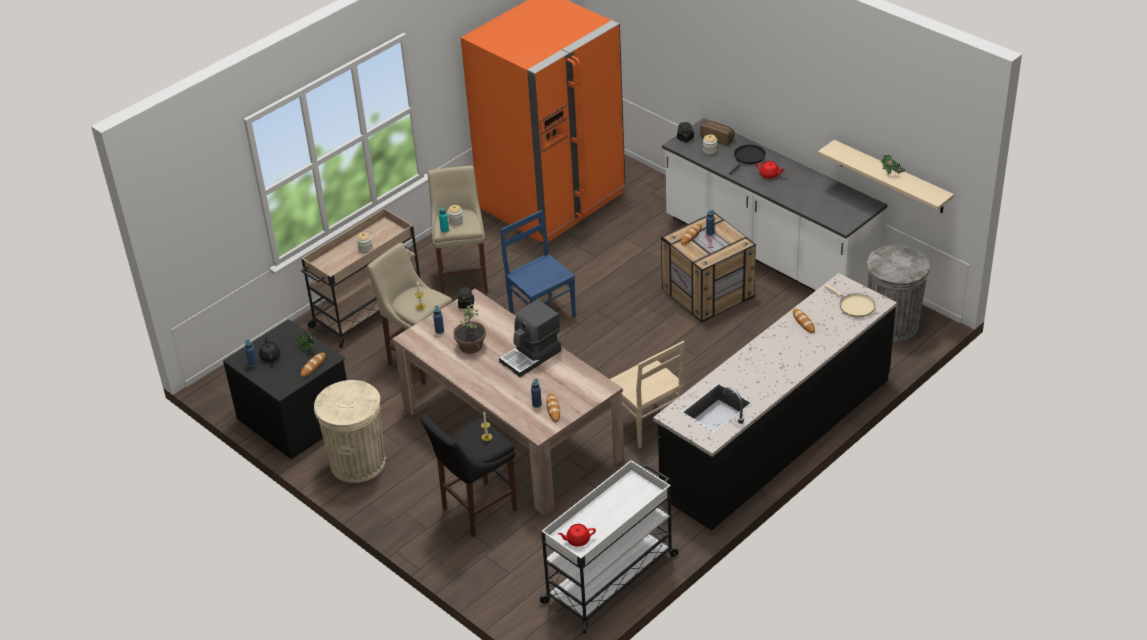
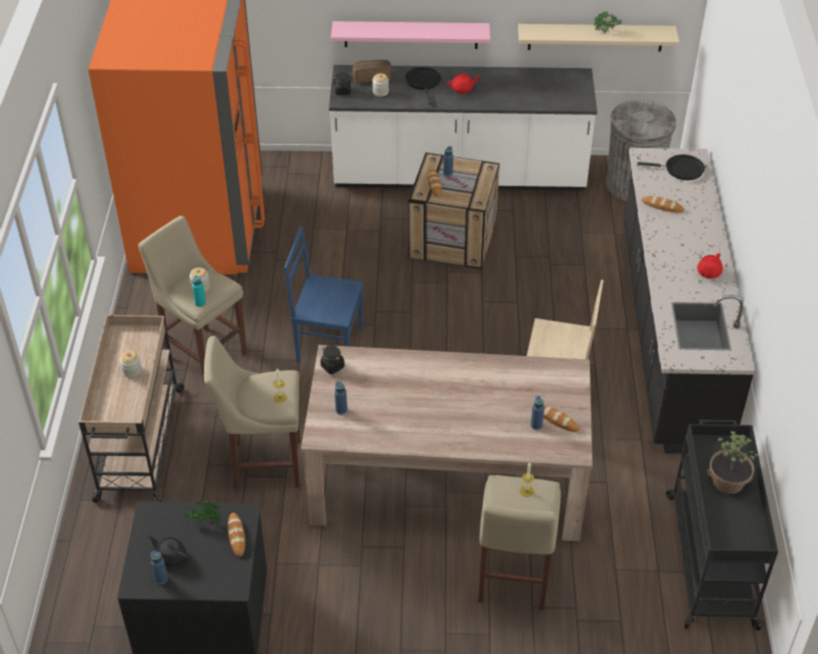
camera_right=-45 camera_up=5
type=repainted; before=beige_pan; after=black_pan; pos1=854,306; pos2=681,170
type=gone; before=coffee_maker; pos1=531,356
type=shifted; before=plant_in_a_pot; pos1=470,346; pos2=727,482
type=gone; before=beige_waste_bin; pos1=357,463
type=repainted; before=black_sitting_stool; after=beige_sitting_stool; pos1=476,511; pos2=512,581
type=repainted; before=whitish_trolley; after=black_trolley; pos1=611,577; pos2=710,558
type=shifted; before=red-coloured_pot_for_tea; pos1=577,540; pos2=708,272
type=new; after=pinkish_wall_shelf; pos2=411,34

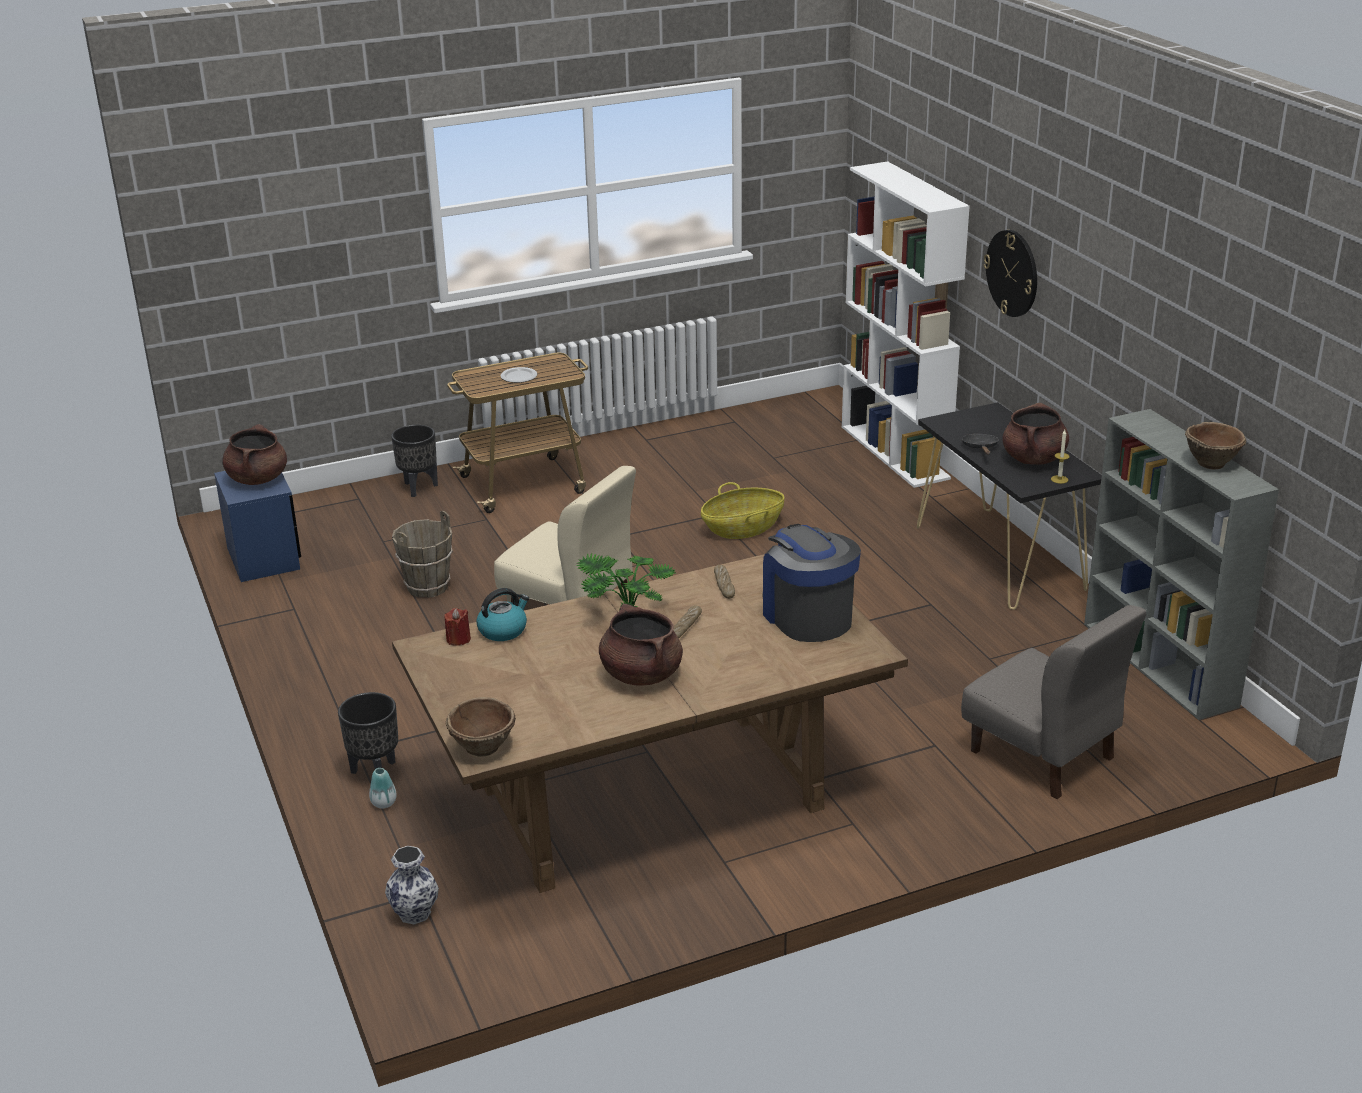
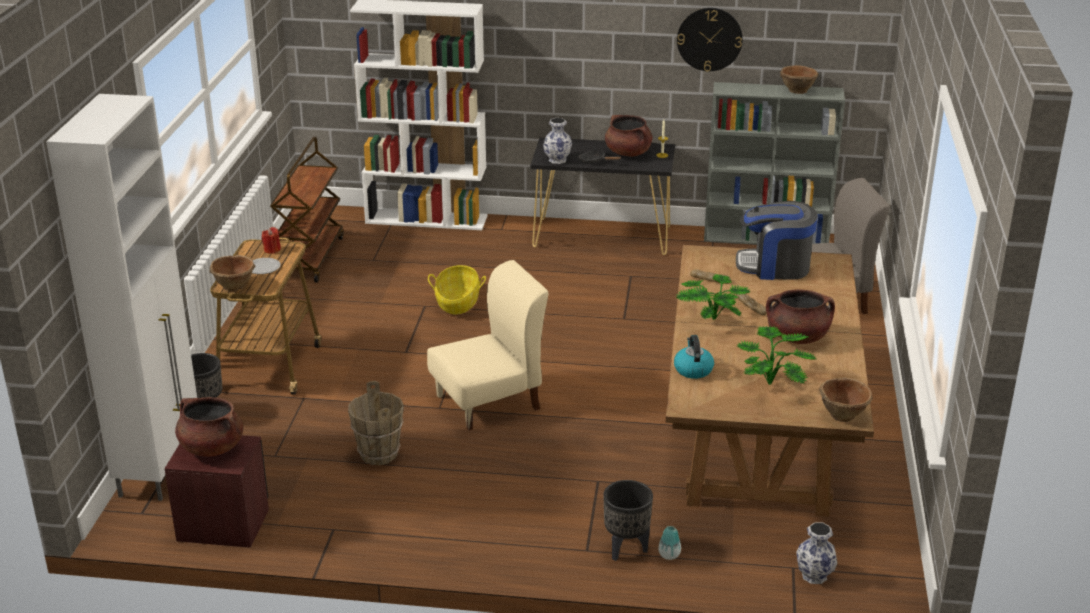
camera_right=-60 camera_up=0
type=shifted; before=wall_clock; pos1=1012,273; pos2=709,39
type=repainted; before=blue_bedside_table; after=brown-coloured_bedside_table; pos1=264,558; pos2=223,525
type=shifted; before=red-coloured_wax_candle; pos1=458,639; pos2=272,250
type=new; after=whitish_storage_cabinet; pos2=161,466
type=new; after=flower_vase; pos2=557,160
type=new; after=brown-coloured_trolley; pos2=310,258
type=new; after=brown-coloured_bowl; pos2=234,286
type=new; after=plant_in_a_pot; pos2=774,383

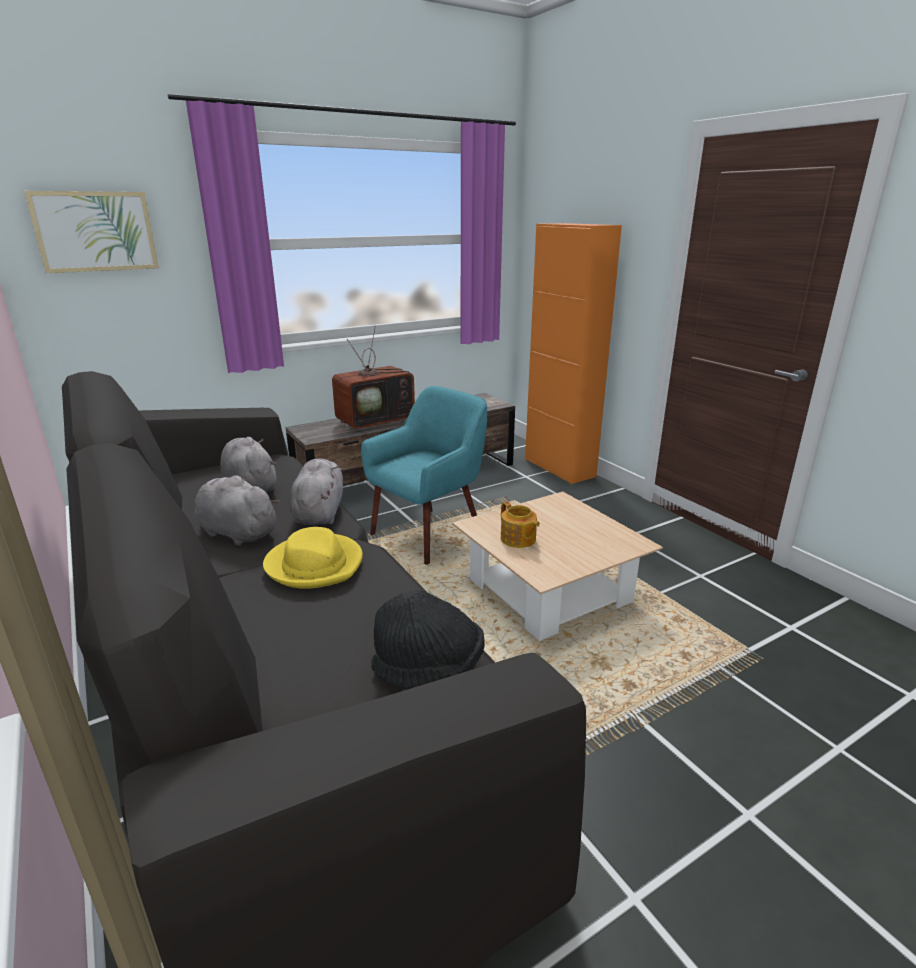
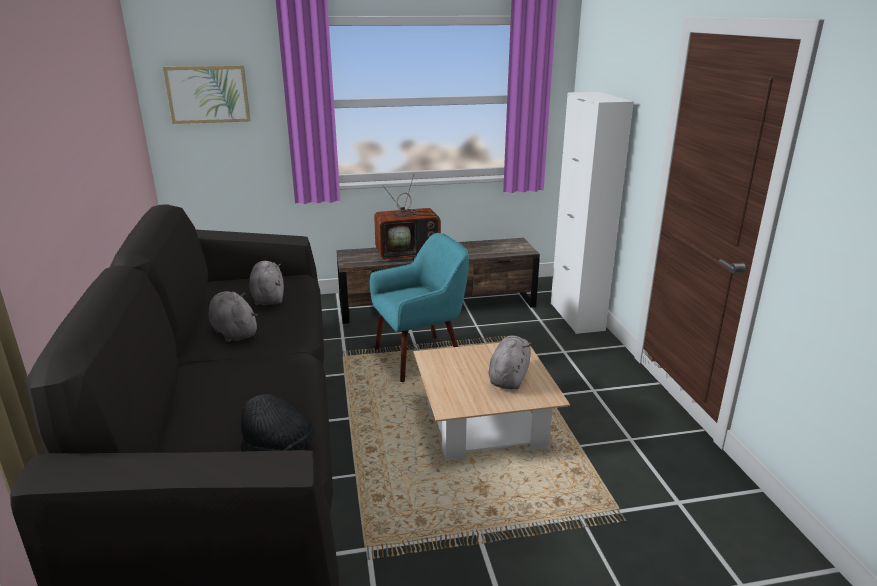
camera_right=20 camera_up=0
type=repainted; before=orange-coloured_storage_cabinet; after=whitish_storage_cabinet; pos1=559,468; pos2=576,316
type=shifted; before=gray_plush_toy; pos1=319,512; pos2=509,377
type=gone; before=pot_for_tea; pos1=518,539
type=gone; before=yellow-coloured_wearable_hat; pos1=315,564

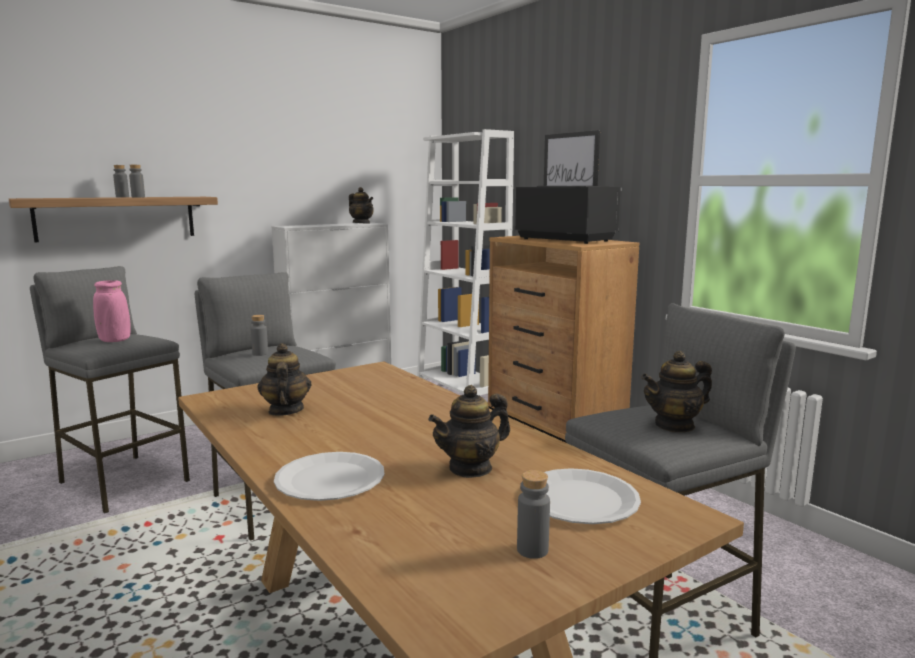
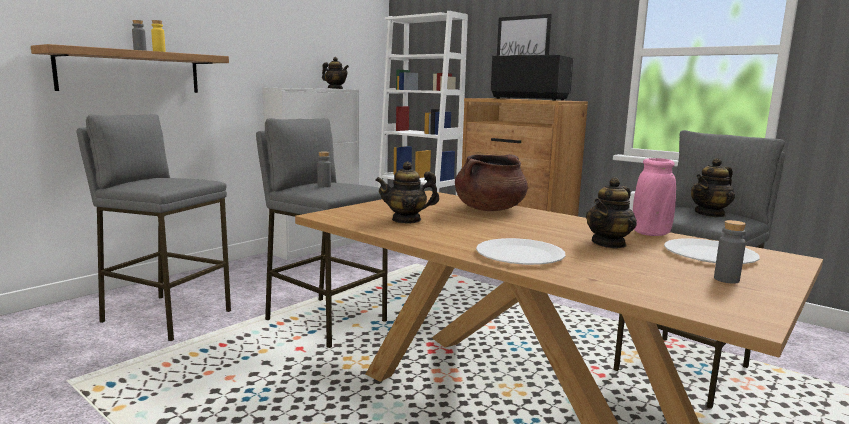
camera_right=-15 camera_up=0
type=repainted; before=gray_bottle; after=yellow-coloured_bottle; pos1=138,197; pos2=159,51
type=shifted; before=pinkish_flower_vase; pos1=114,340; pos2=651,234
type=rotated; before=pot_for_tea; pos1=285,410; pos2=406,220; turn=-75
type=new; after=brown-coloured_stockpot; pos2=489,209

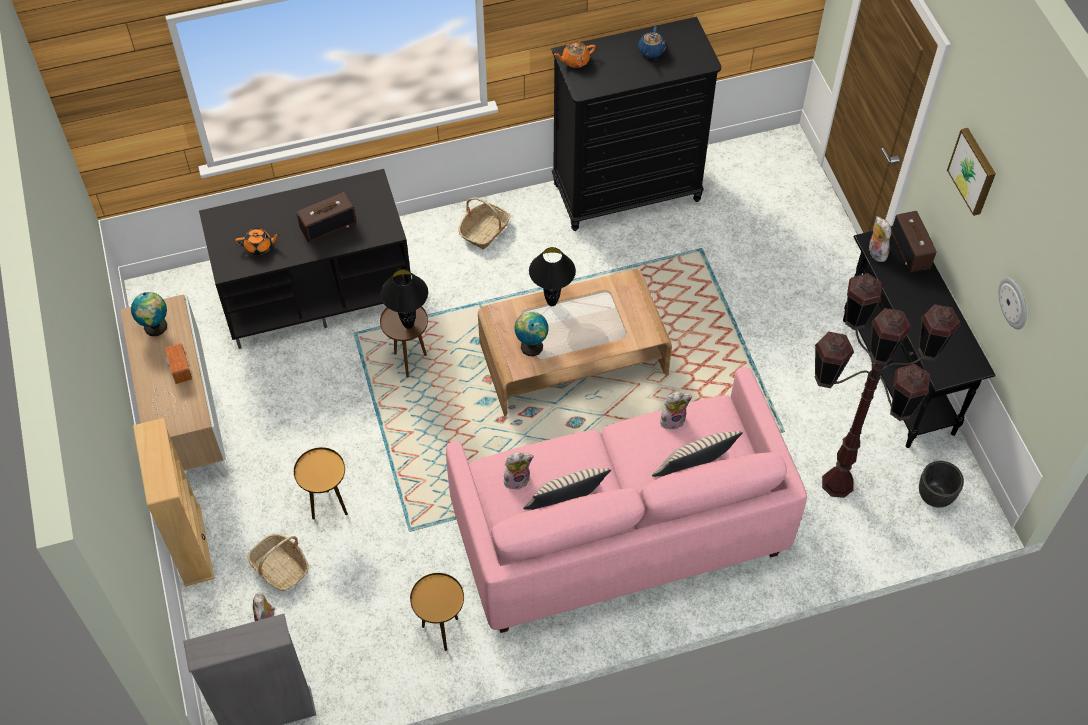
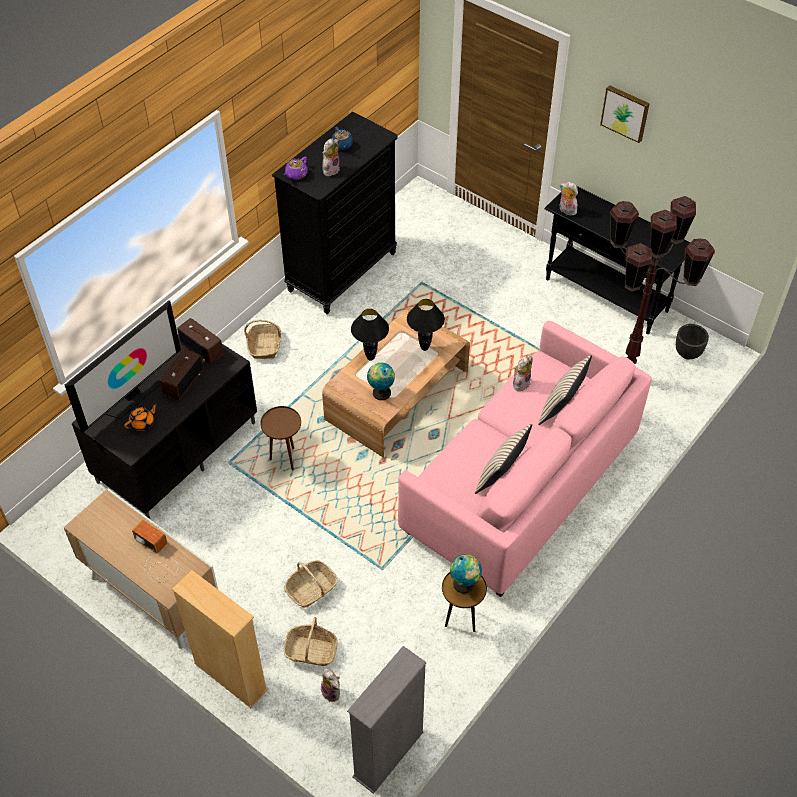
camera_right=-35 camera_up=-5
type=repainted; before=orange-coloured_pot_for_tea; after=purple_pot_for_tea; pos1=575,61; pos2=296,174
type=shifted; before=radio; pos1=911,250; pos2=202,348
type=shifted; before=black_table_lamp; pos1=409,325; pos2=425,348
type=gone; before=wall_clock; pos1=1014,302
type=shifted; before=globe; pos1=156,328; pos2=465,584
type=swapped; before=brown-coloured_accent_table; after=basket; pos1=329,507; pos2=311,589
type=shifted; before=plush_toy; pos1=517,479; pos2=330,169
type=new; after=television; pos2=132,395

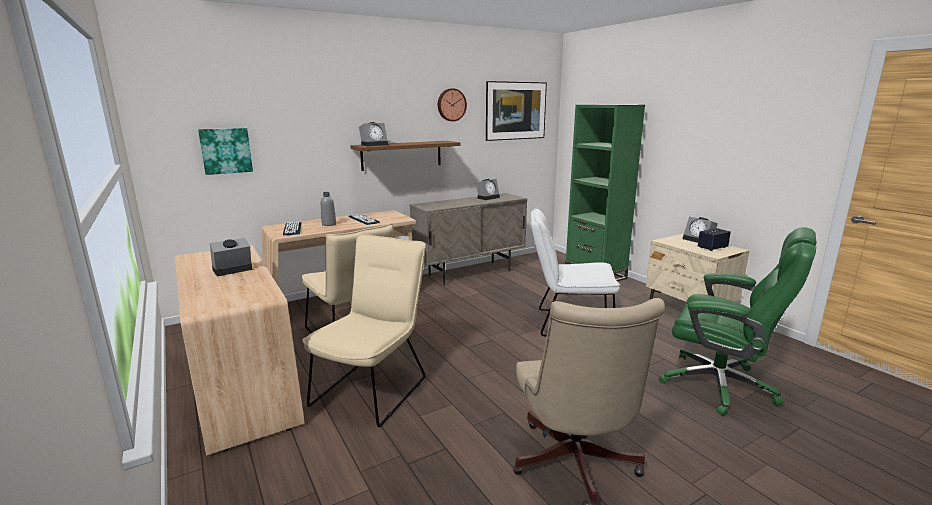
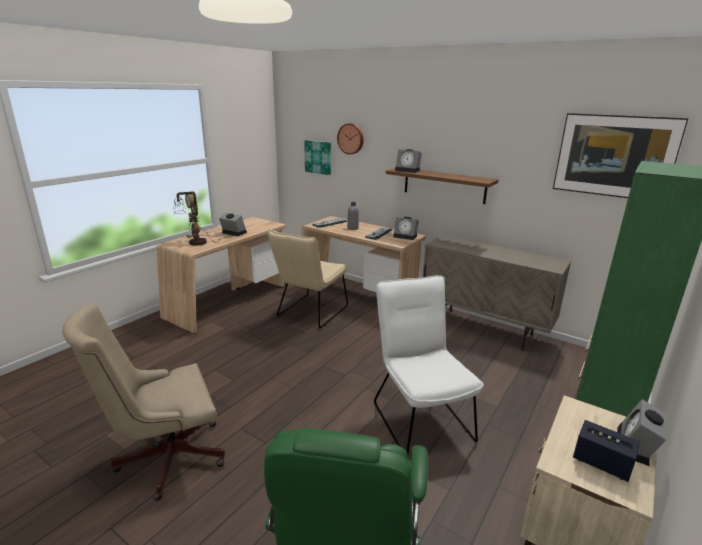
camera_right=65 camera_up=5
type=shifted; before=wall_clock; pos1=451,105; pos2=351,138
type=shifted; before=table_clock; pos1=488,197; pos2=406,236
type=gone; before=beige_chair; pos1=374,387
type=new; after=table_lamp; pos2=197,243

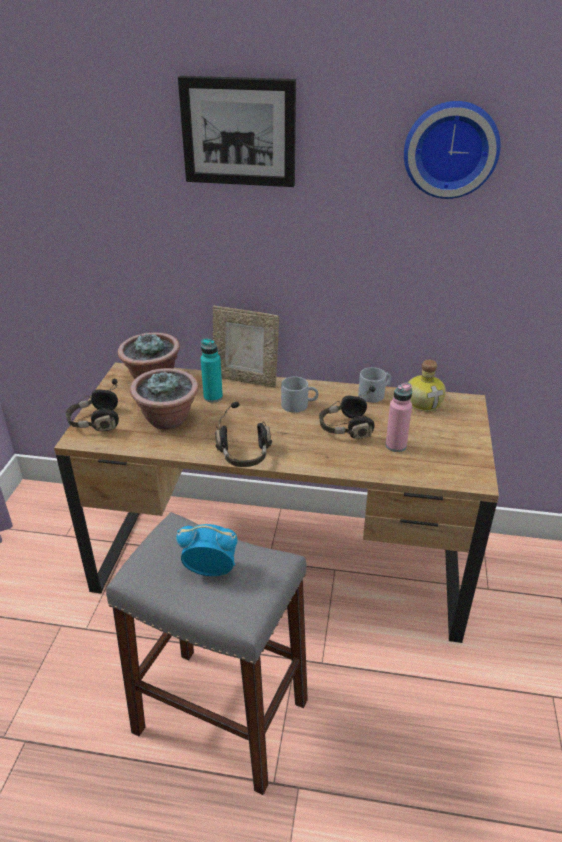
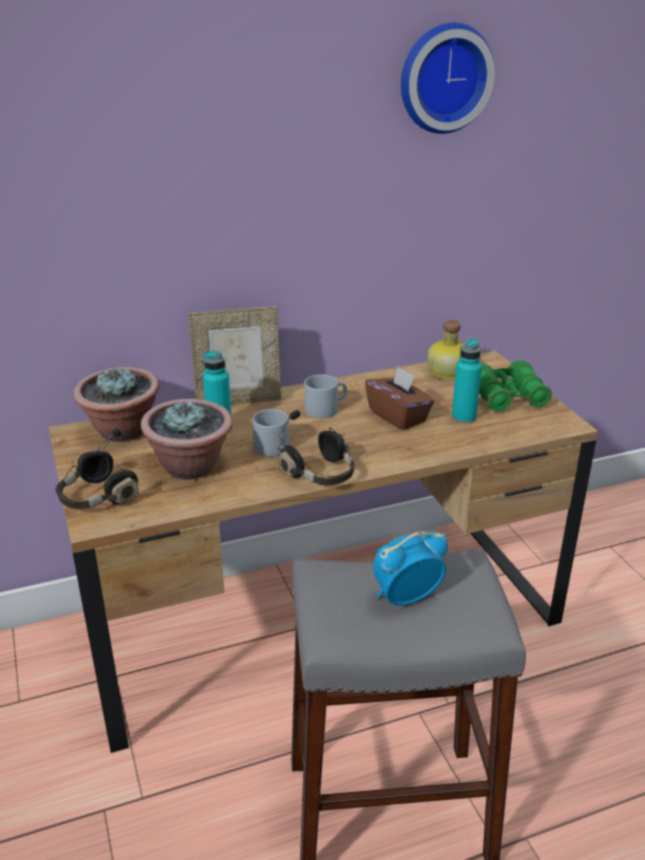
camera_right=-30 camera_up=-5
type=gone; before=picture; pos1=239,131
type=shifted; before=gray_tea_mug; pos1=374,394; pos2=274,444
type=repainted; before=pinkish_bottle; after=turquoise-coloured_bottle; pos1=395,445; pos2=464,417
type=swapped; before=black_pair_of_headphones; after=brown-coloured_tissue_holder; pos1=345,428; pos2=398,416
type=new; after=greenish_field_glasses; pos2=507,398

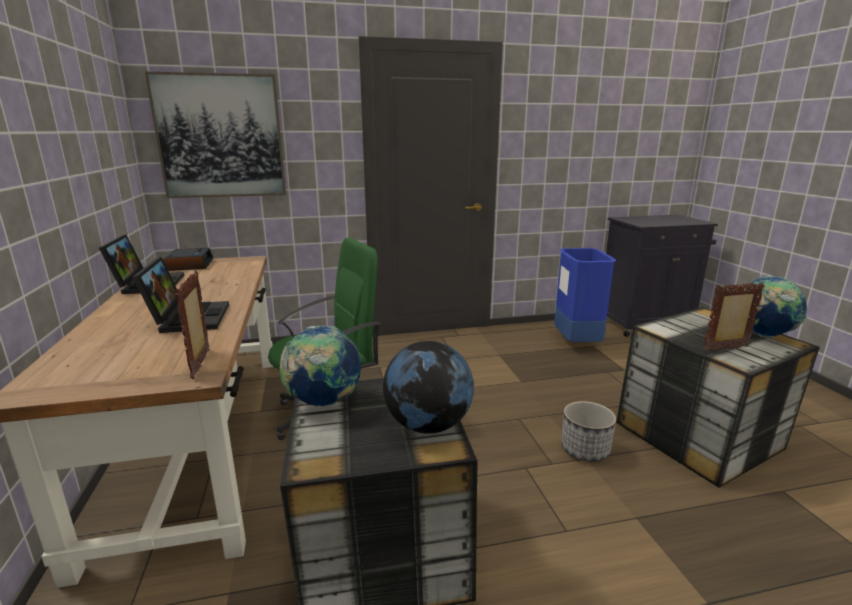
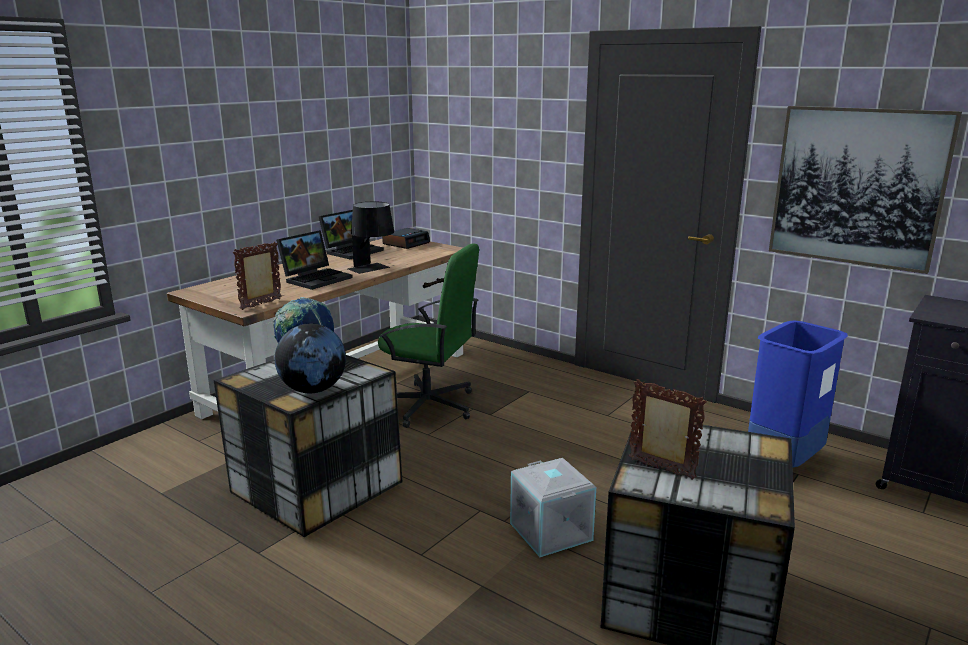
camera_right=50 camera_up=0
type=shifted; before=picture; pos1=220,137; pos2=857,187
type=gone; before=globe; pos1=761,335
type=swapped; before=planter; after=gray_storage_container; pos1=585,450; pos2=552,531
type=new; after=black_table_lamp; pos2=373,269

